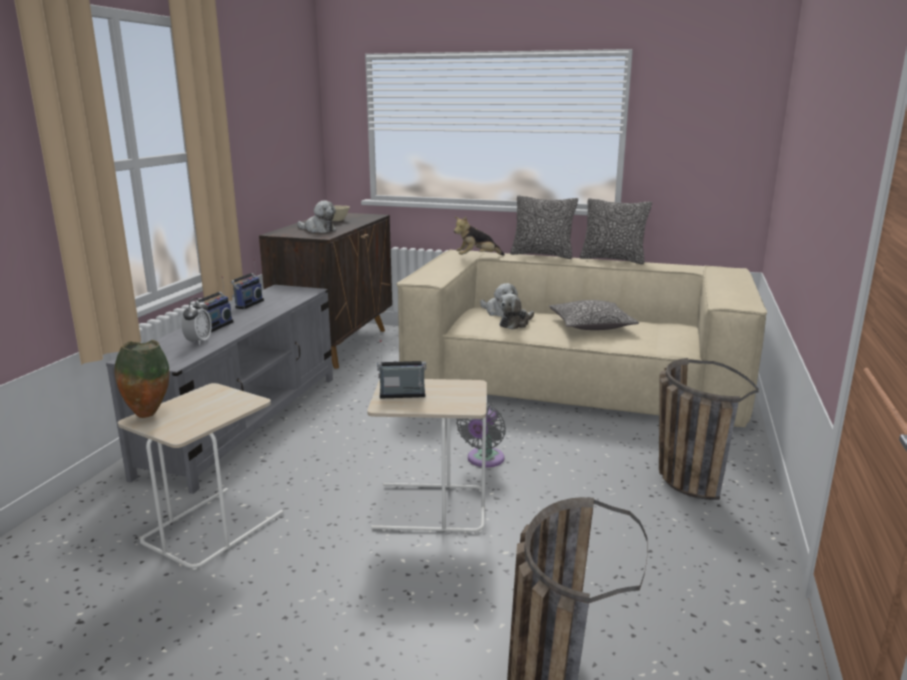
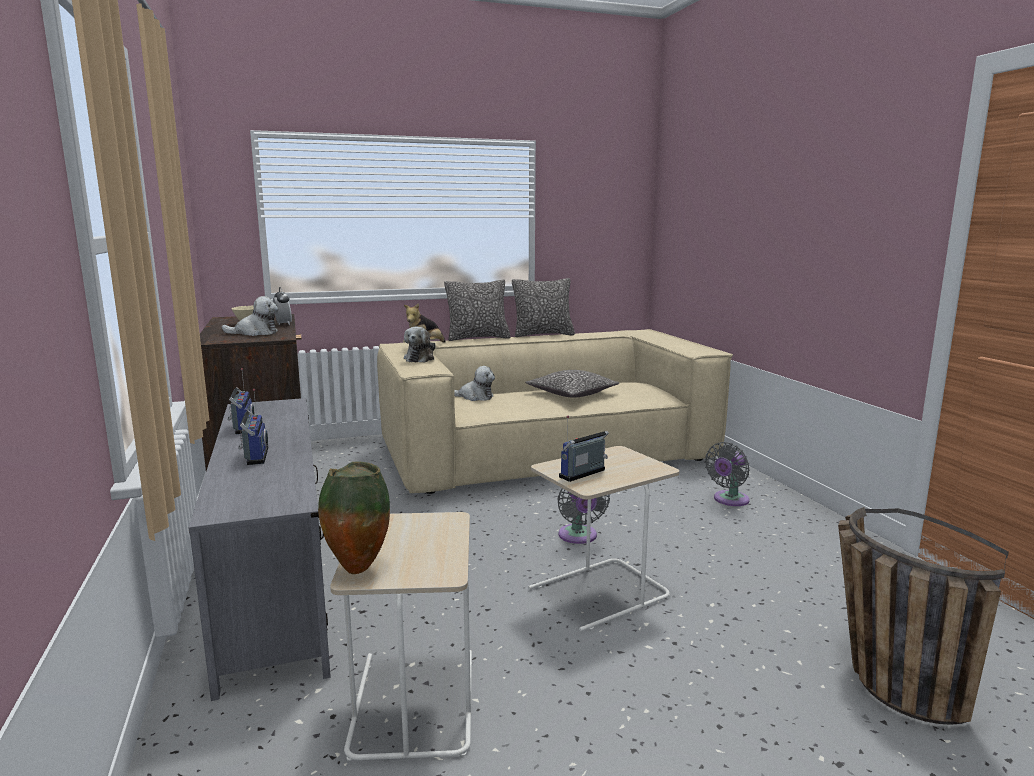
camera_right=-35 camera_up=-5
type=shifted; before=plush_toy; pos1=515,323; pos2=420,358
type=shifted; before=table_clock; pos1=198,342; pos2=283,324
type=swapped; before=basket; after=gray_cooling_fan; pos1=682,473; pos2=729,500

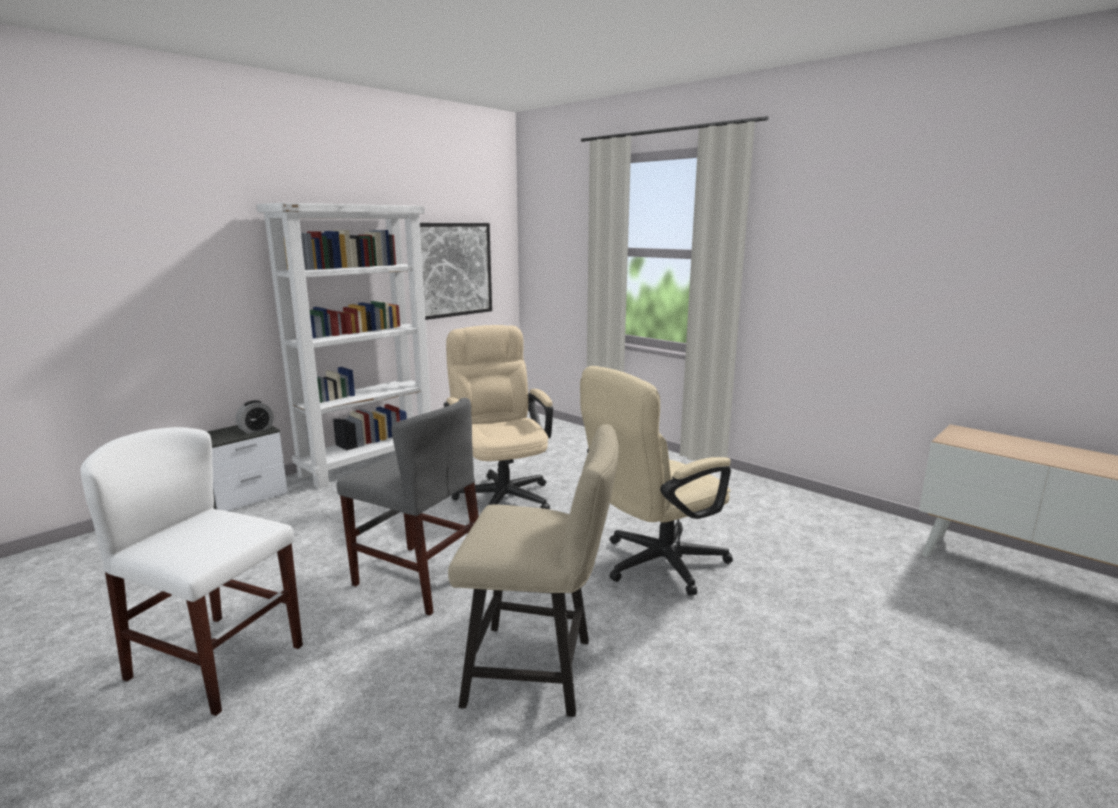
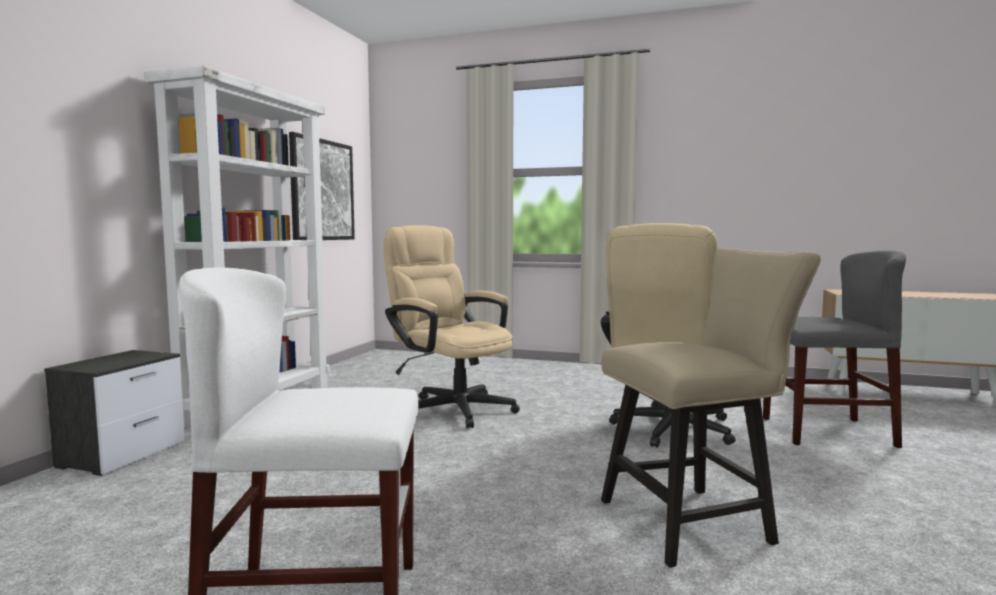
camera_right=-25 camera_up=-10
type=shifted; before=gray_chair; pos1=419,578; pos2=826,432
type=gone; before=table_clock; pos1=256,430

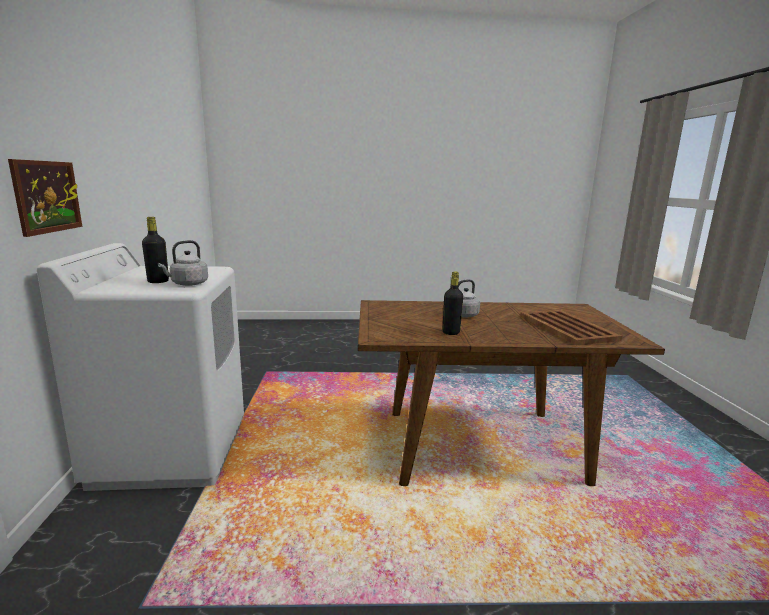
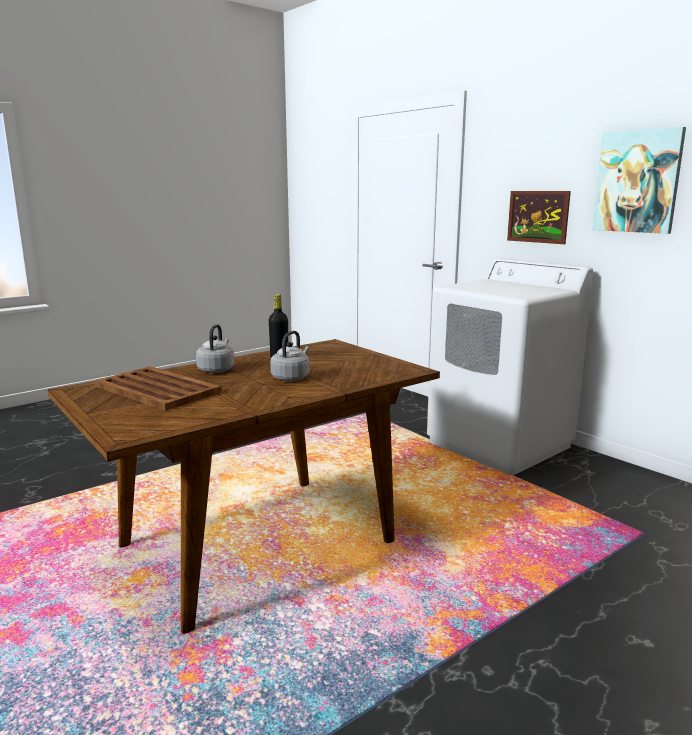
camera_right=145 camera_up=0
type=gone; before=black_bottle; pos1=158,281
type=shifted; before=gray_kettle; pos1=188,284; pos2=216,369
type=new; after=picture; pos2=637,182

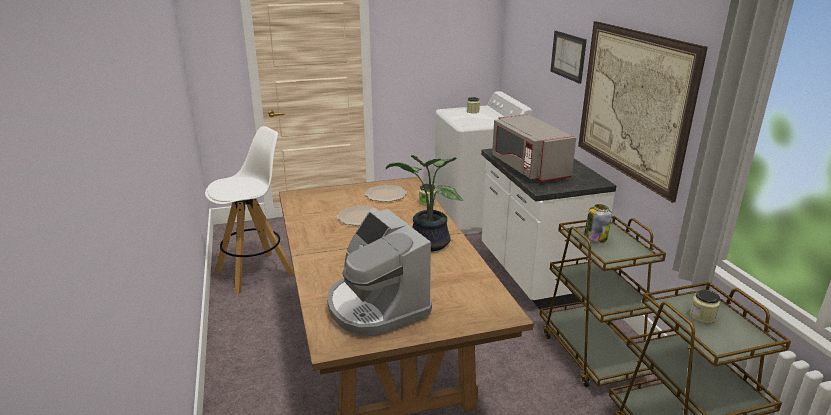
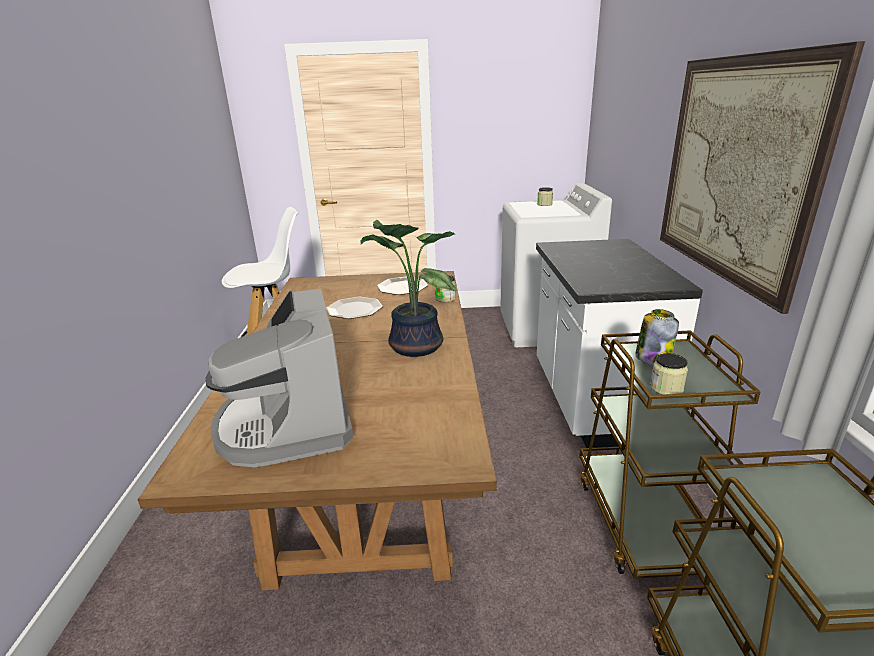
camera_right=15 camera_up=0
type=gone; before=picture; pos1=568,56
type=gone; before=gray_kitchen_microwave; pos1=528,168
type=shifted; before=storage_jar; pos1=702,316; pos2=666,388

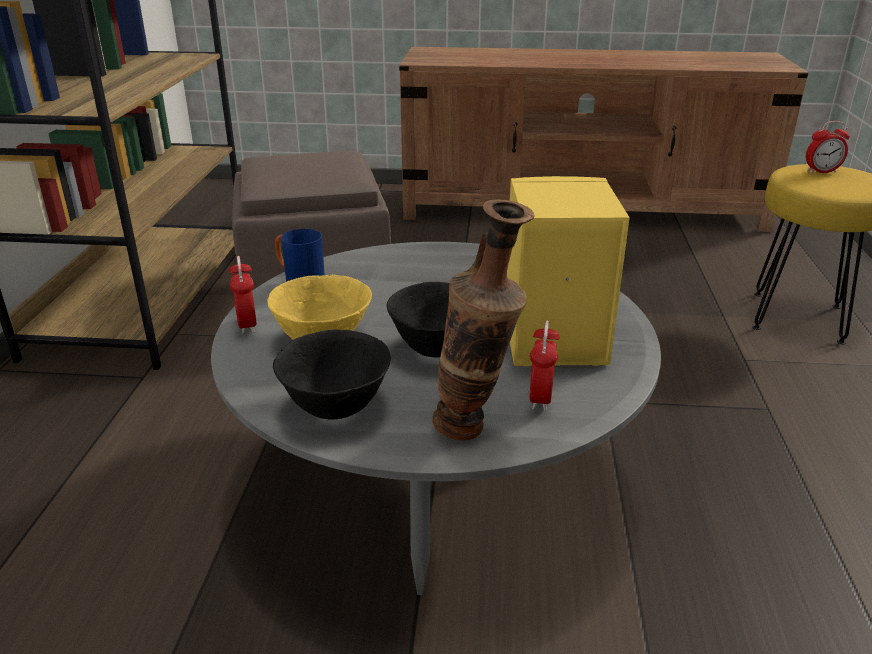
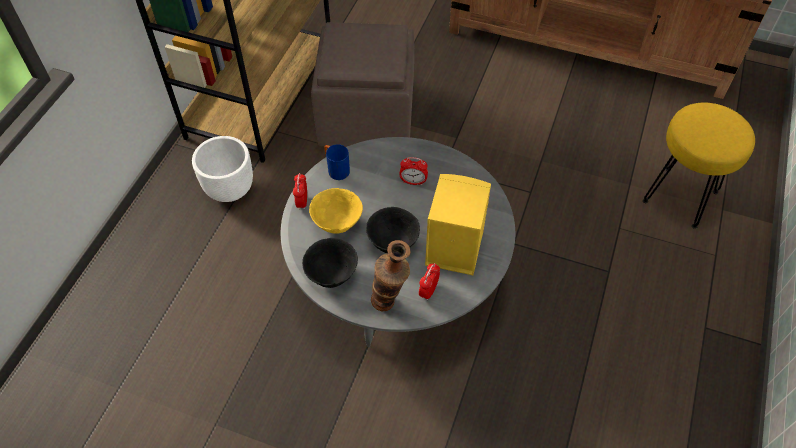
camera_right=15 camera_up=25
type=shifted; before=table_clock; pos1=821,172; pos2=413,182
type=new; after=whitish_planter; pos2=229,190

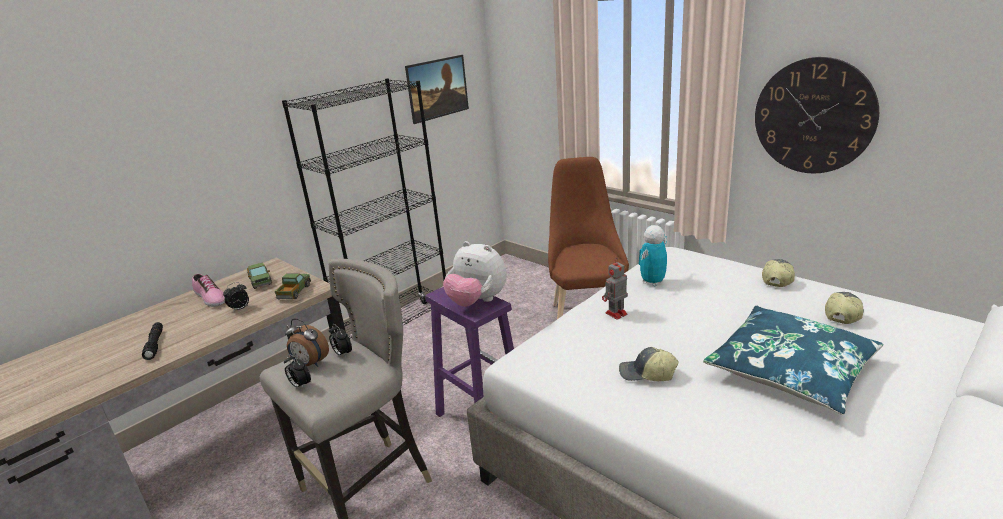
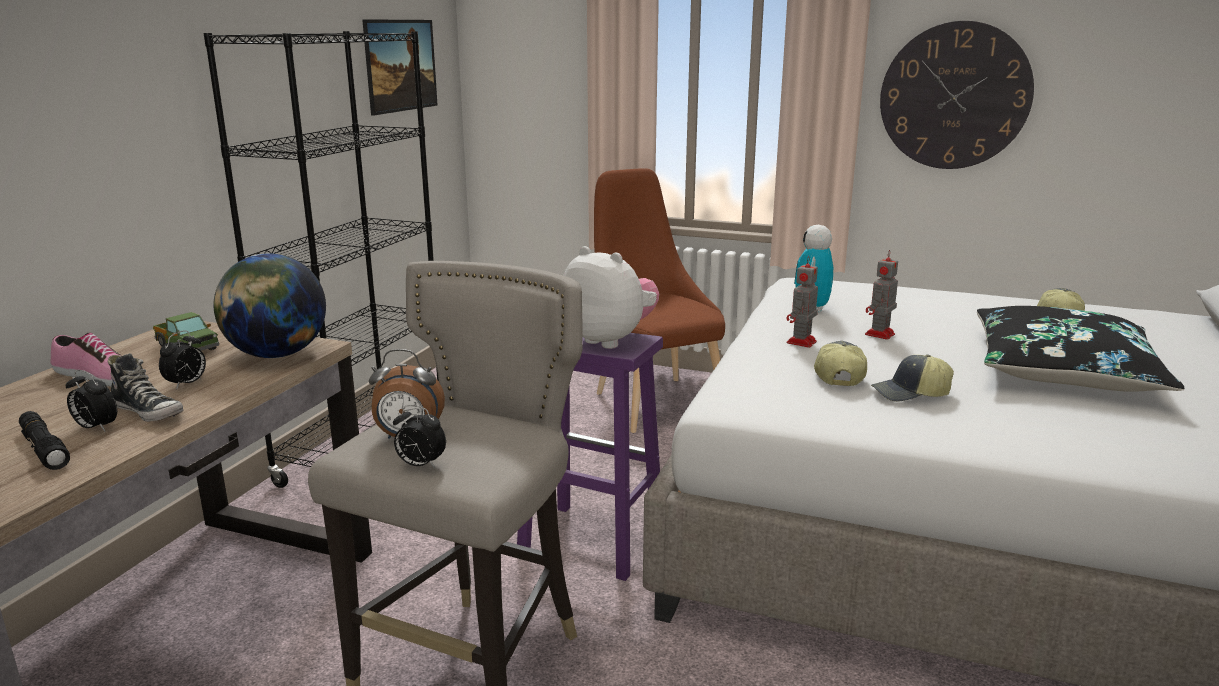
camera_right=-25 camera_up=-5
type=rotated; before=plush_toy; pos1=477,302; pos2=610,340; turn=-150
type=shifted; before=cap; pos1=777,279; pos2=837,376
type=swapped; before=toy_lorry; after=globe; pos1=294,292; pos2=277,355
type=repainted; before=blue_cushion; after=black_cushion; pos1=791,370; pos2=1063,370
type=shifted; before=table_clock; pos1=342,354; pos2=96,428
type=new; after=toy_robot; pos2=879,335
type=new; after=item_of_footwear; pos2=149,412

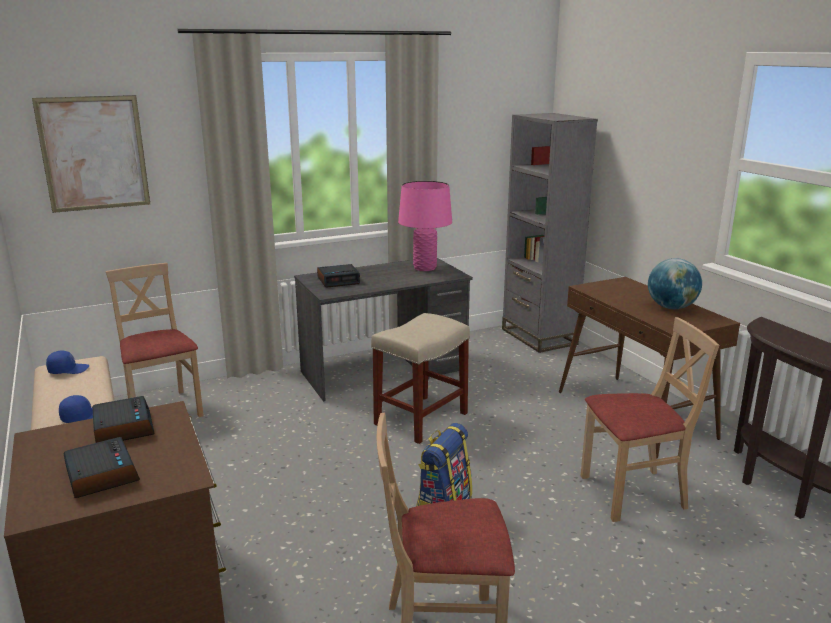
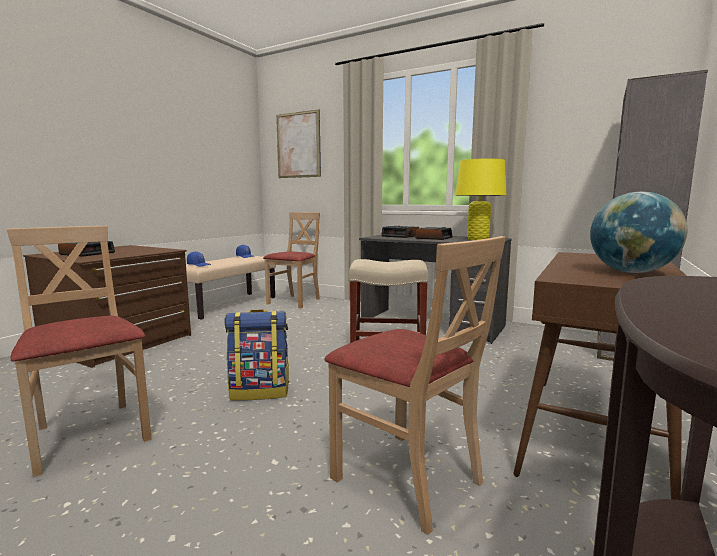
camera_right=55 camera_up=-10
type=repainted; before=pinkish_table_lamp; after=yellow-coloured_table_lamp; pos1=425,268; pos2=478,239
type=shifted; before=table_clock; pos1=122,428; pos2=433,238

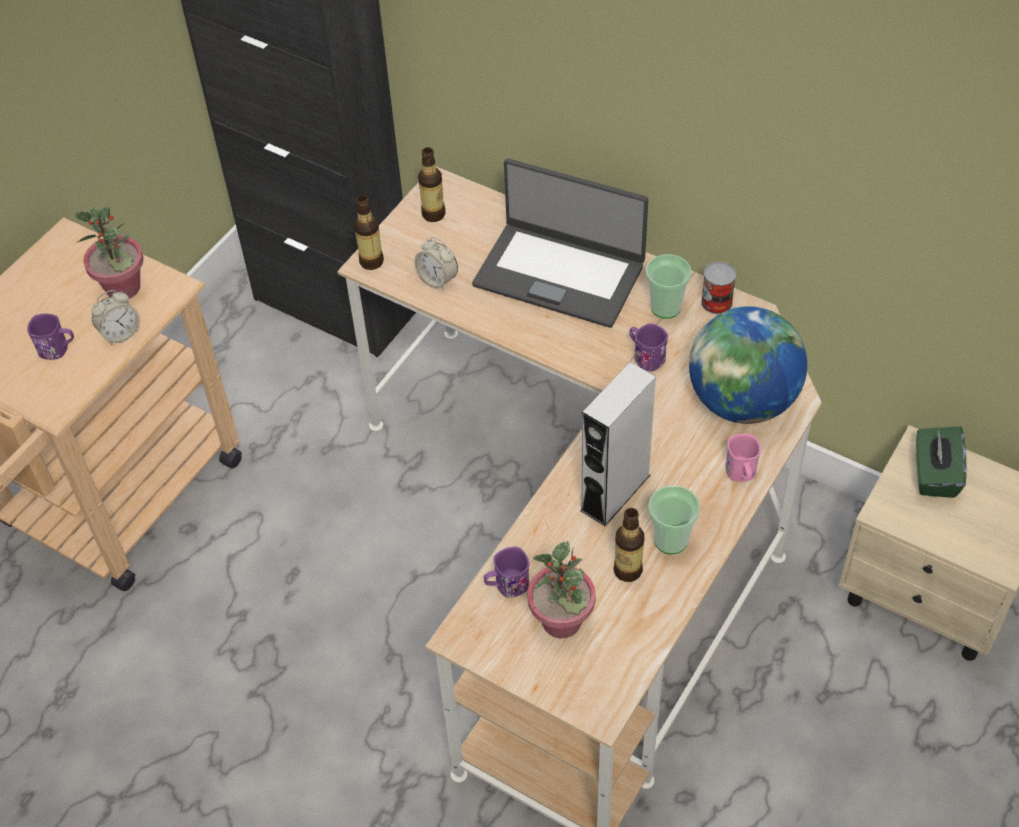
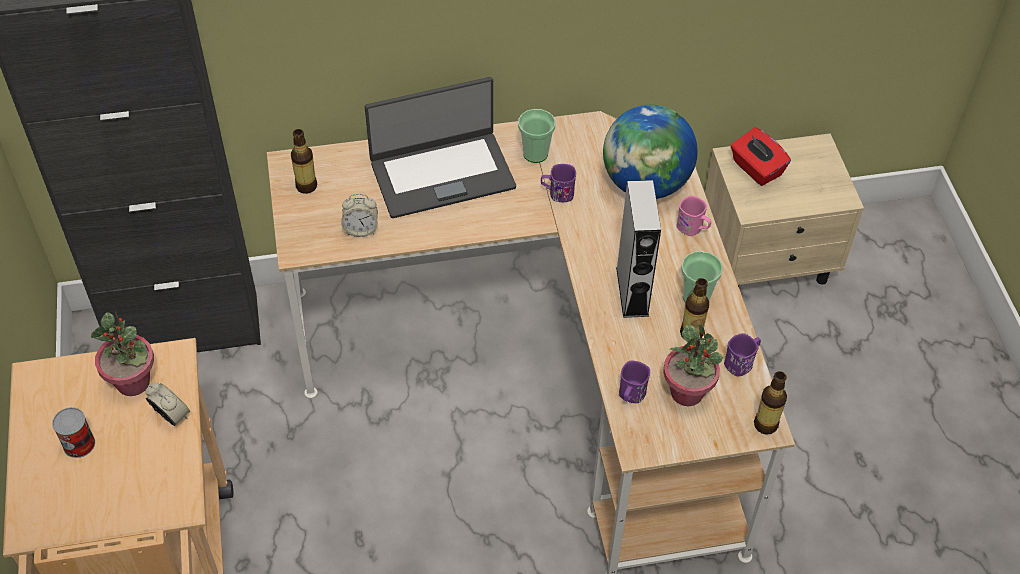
camera_right=-45 camera_up=0
type=shifted; before=bottle; pos1=371,261; pos2=765,425
type=shifted; before=sealed_can; pos1=716,302; pos2=79,444
type=rotated; before=table_clock; pos1=120,333; pos2=171,416; turn=-60
type=shifted; before=purple_tea_mug; pos1=58,349; pos2=742,362
type=repainted; before=greenish_tissue_holder; after=red-coloured_tissue_holder; pos1=934,474; pos2=756,169

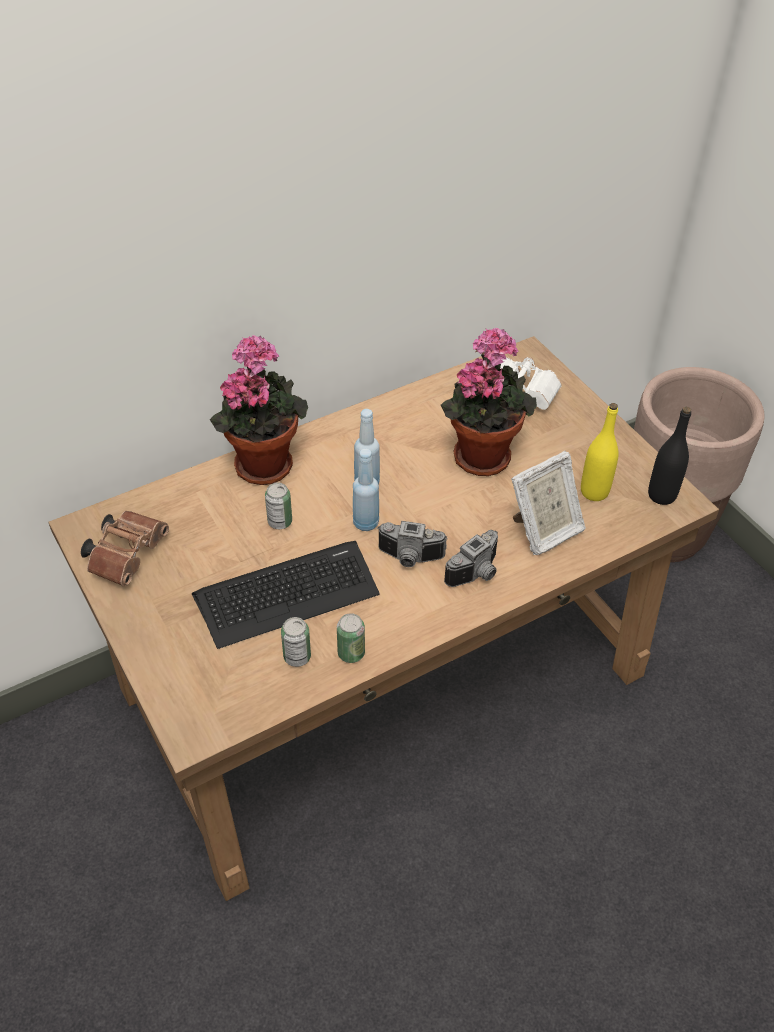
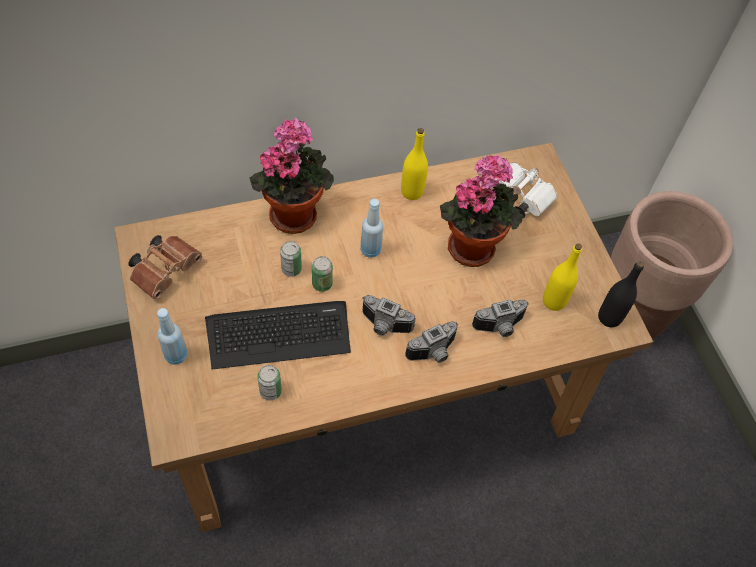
camera_right=10 camera_up=10
type=shifted; before=blue_bottle; pos1=365,523; pos2=176,355
type=swapped; before=standing_frame; after=still_camera; pos1=544,531; pos2=500,327
type=shifted; before=sealed_can; pos1=351,653; pos2=322,284
type=new; after=yellow-coloured_bottle; pos2=412,192

